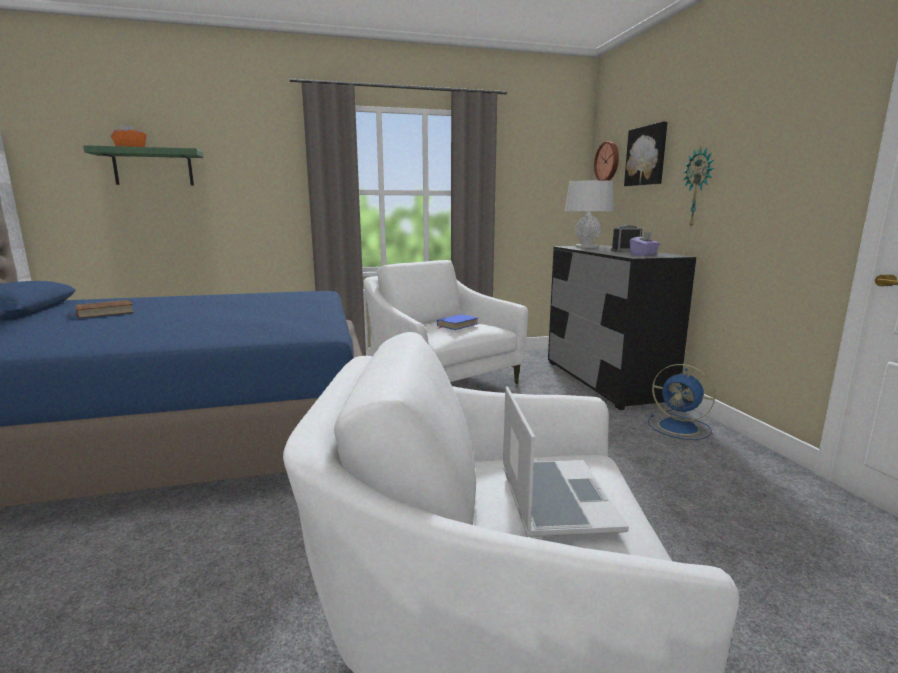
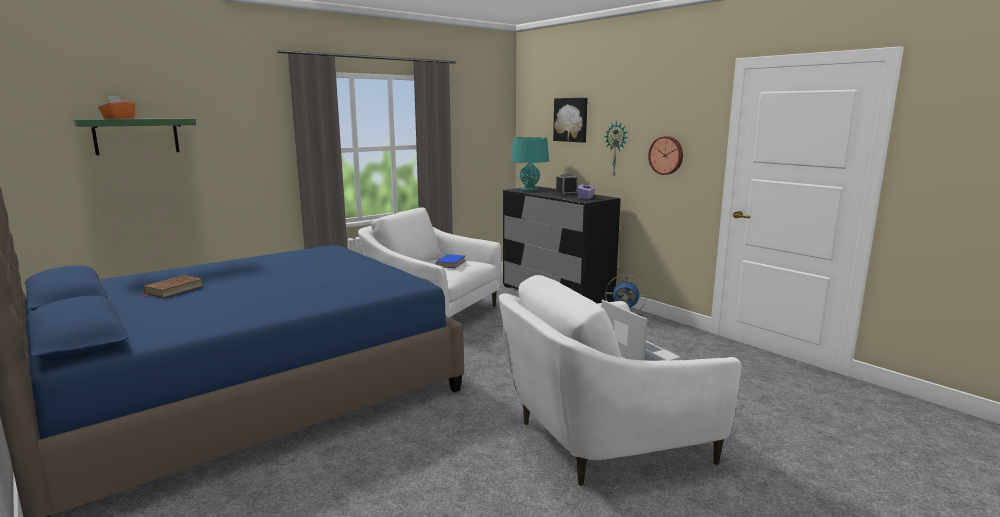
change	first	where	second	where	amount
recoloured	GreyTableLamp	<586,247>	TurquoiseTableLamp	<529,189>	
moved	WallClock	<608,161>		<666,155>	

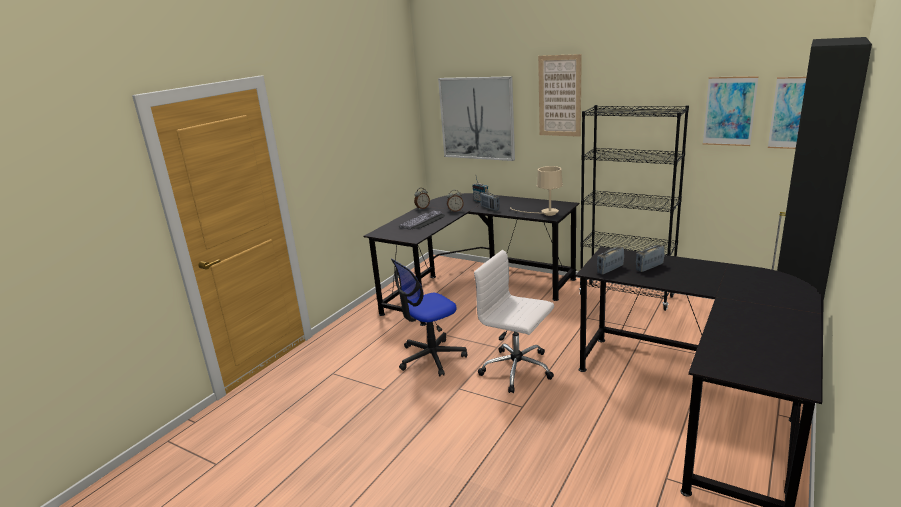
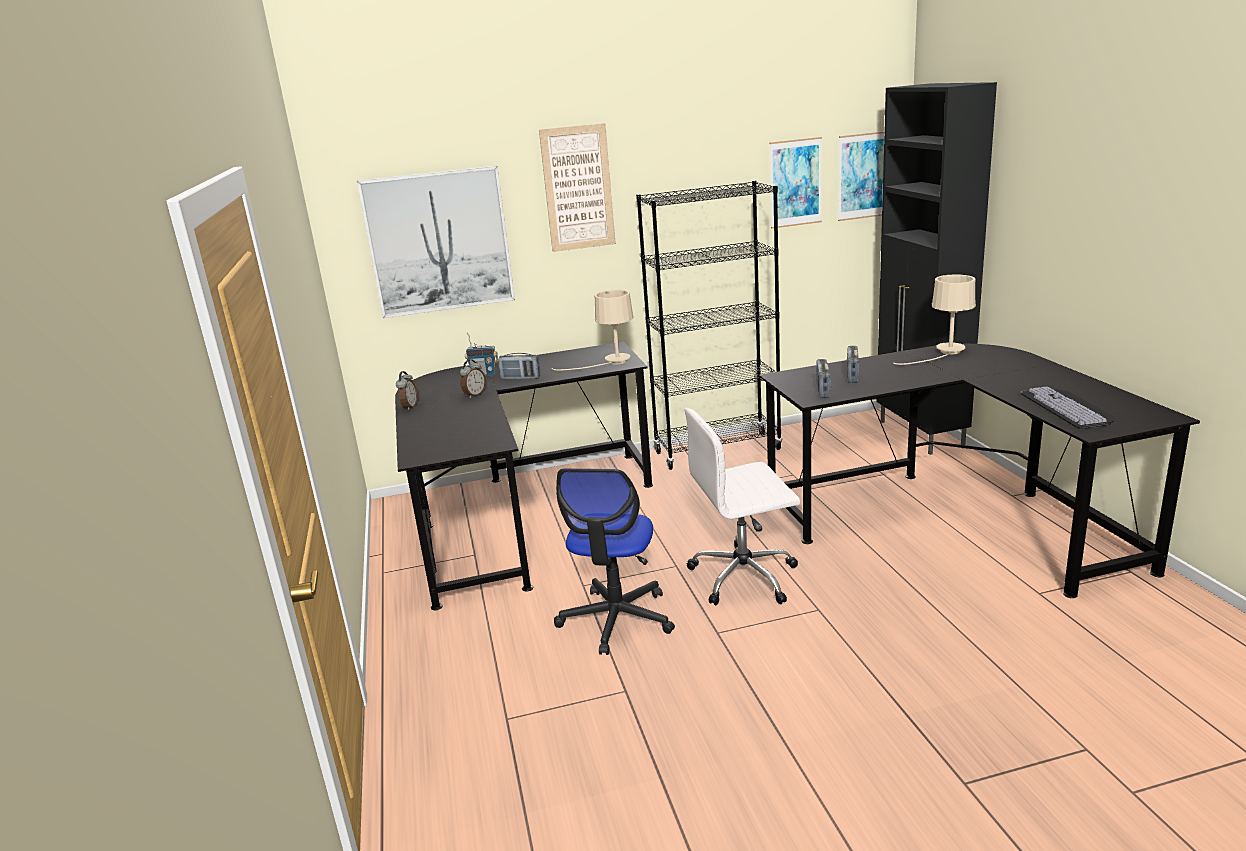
change	first	where	second	where	amount
added			BeigeTableLamp	<945,353>	
moved	Keyboard	<424,221>		<1070,408>	

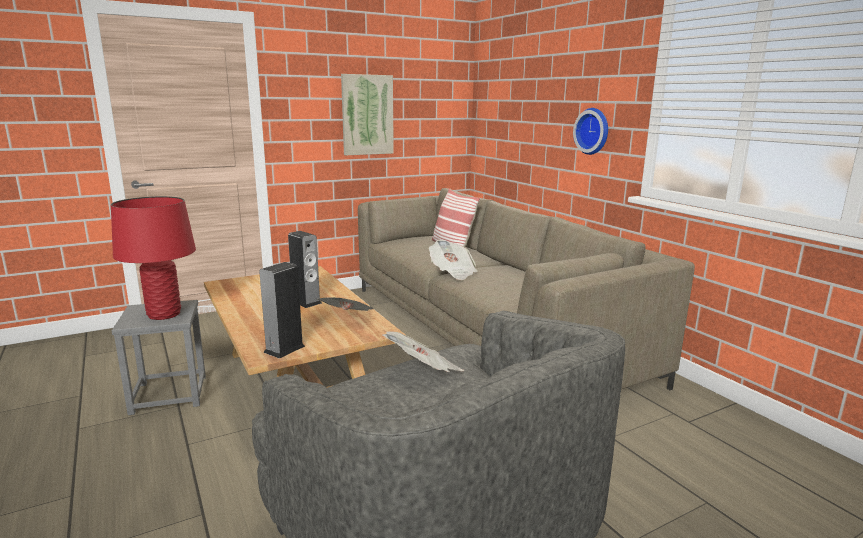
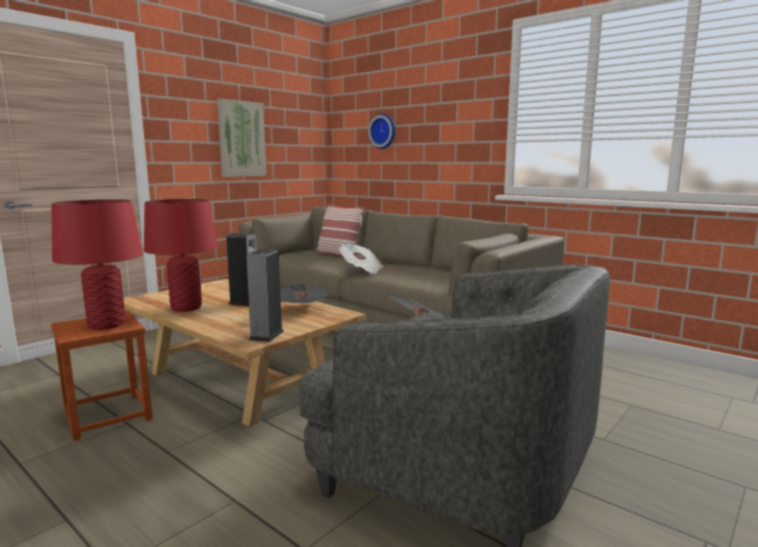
change	first	where	second	where	amount
recoloured	GreyStool	<169,395>	BrownStool	<108,416>	
added			RedTableLamp	<186,308>	
moved	WallClock	<593,131>		<383,131>	

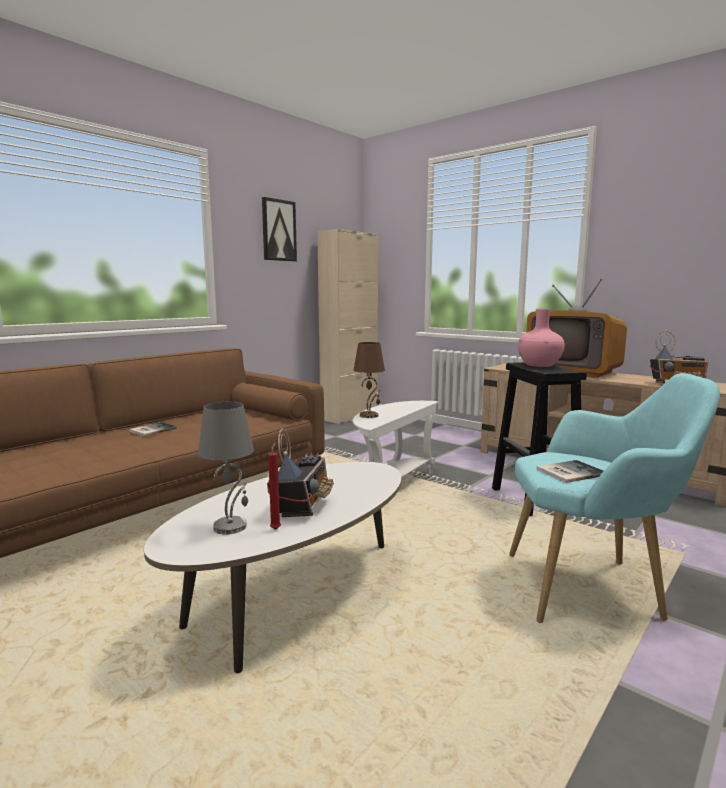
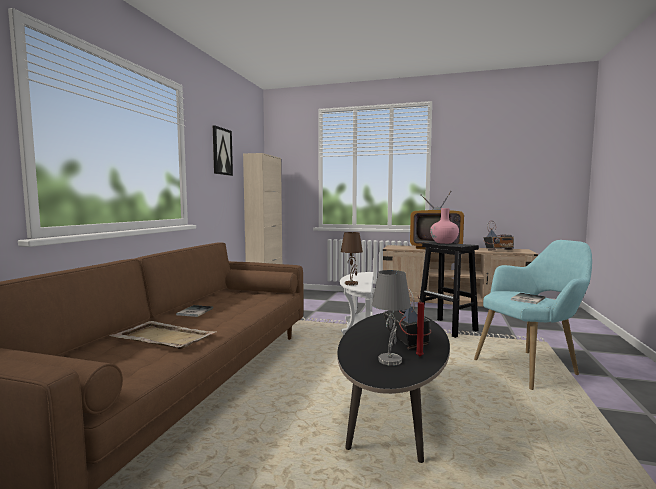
change	first	where	second	where	amount
added			BeigeTray	<163,337>	
recoloured	WhiteCoffeeTable	<295,598>	BlackCoffeeTable	<393,411>	

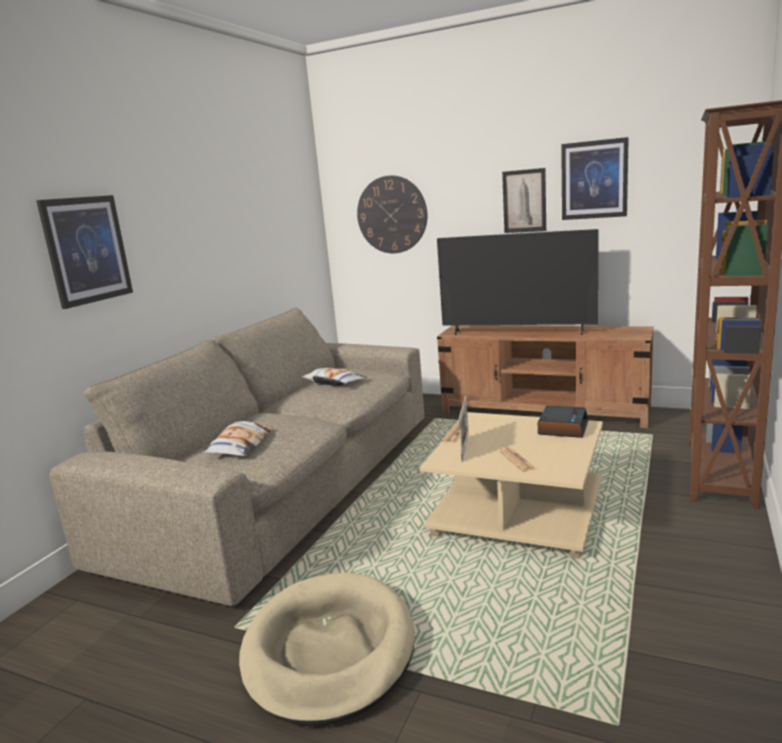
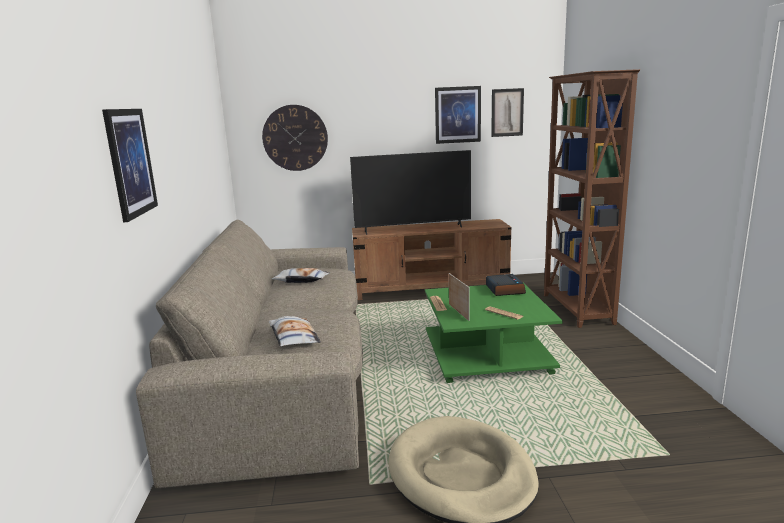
change	first	where	second	where	amount
recoloured	BeigeCoffeeTable	<517,511>	GreenCoffeeTable	<485,354>	
moved	Picture	<524,201>		<507,112>	

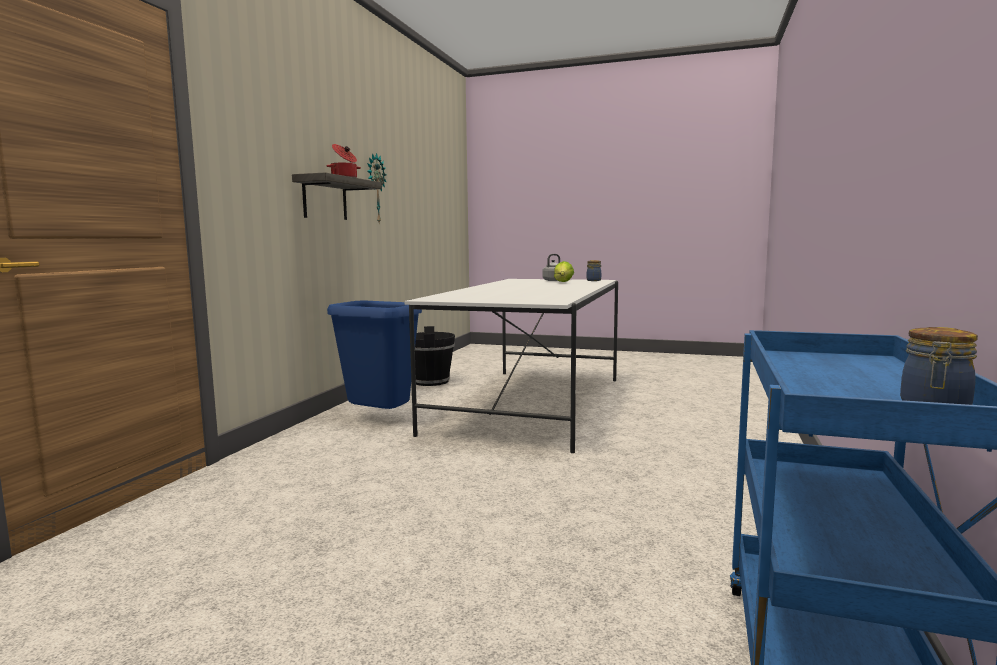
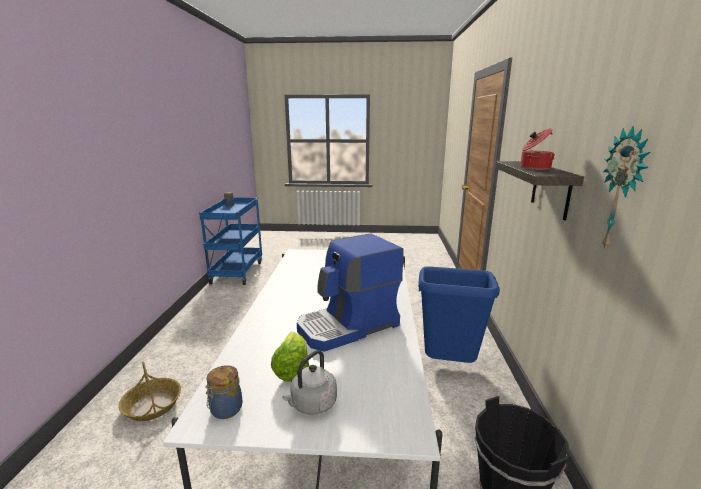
change	first	where	second	where	amount
added			Basket	<152,405>	
added			CoffeeMachine	<348,327>	

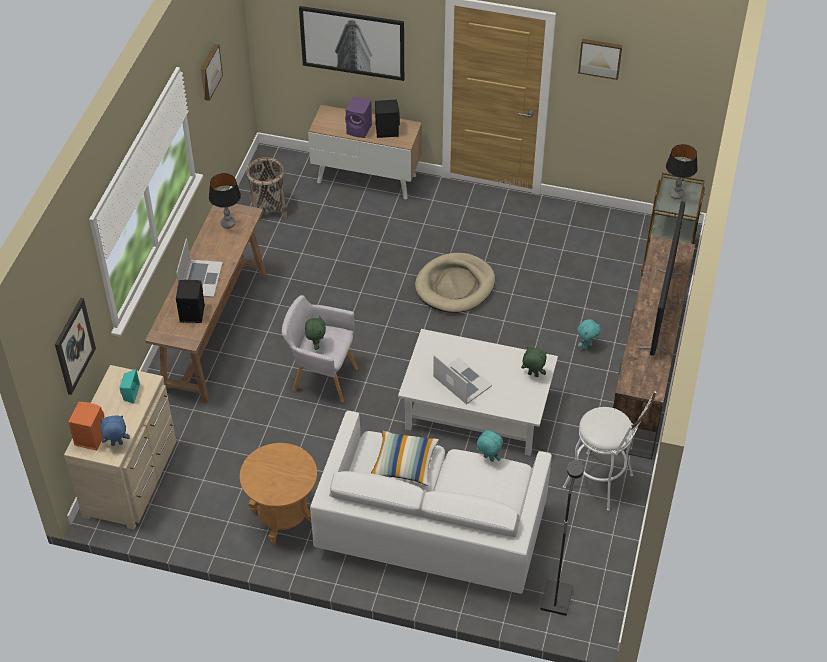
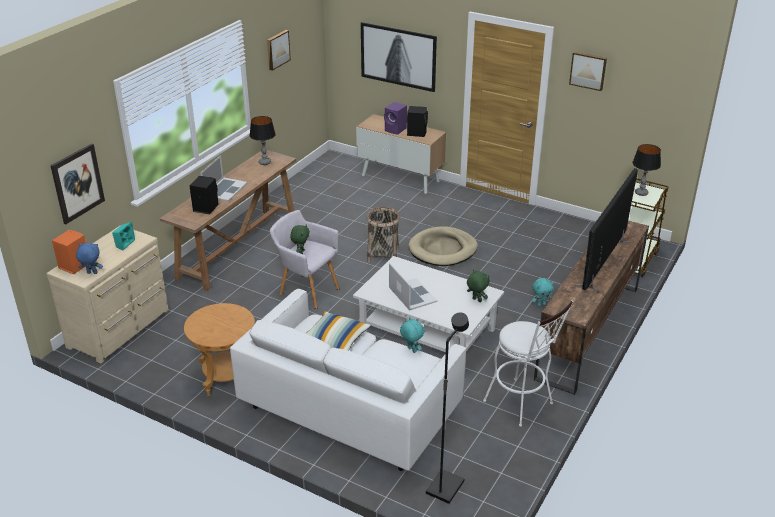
change	first	where	second	where	amount
moved	Basket	<269,207>		<383,255>	

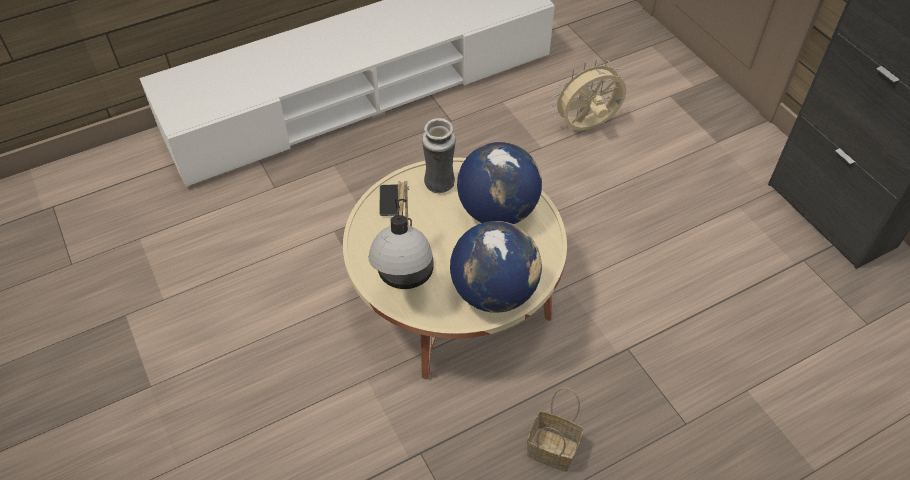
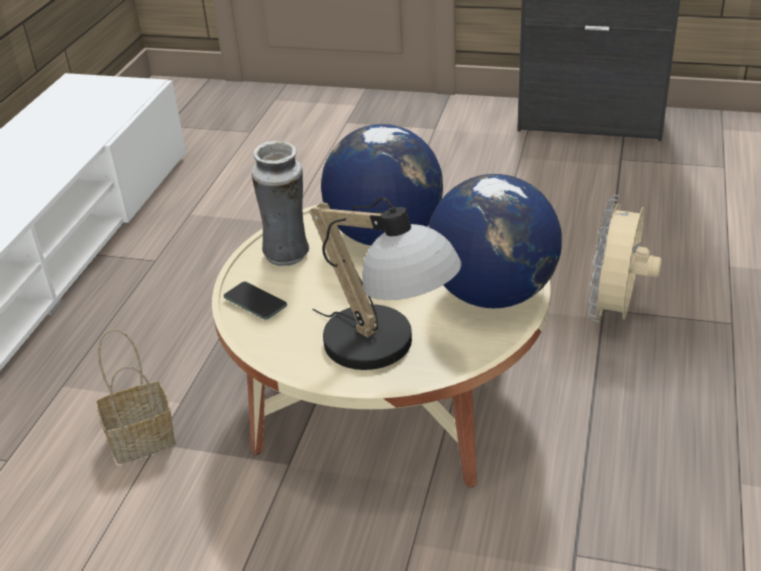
change	first	where	second	where	amount
moved	Basket	<554,449>		<144,438>	
moved	BeigeFan	<586,127>		<616,312>	

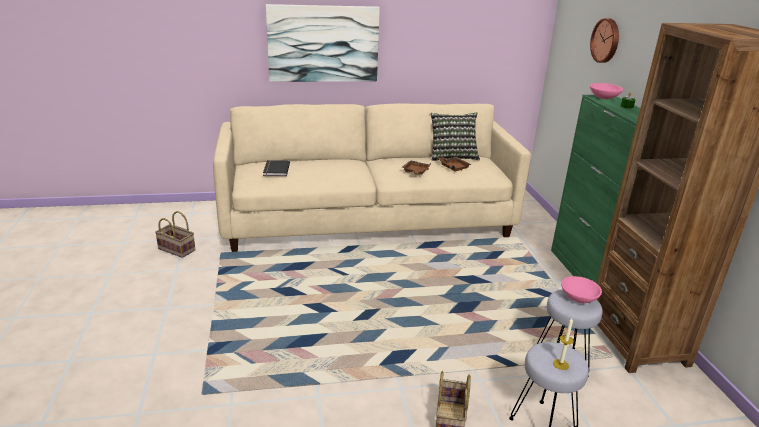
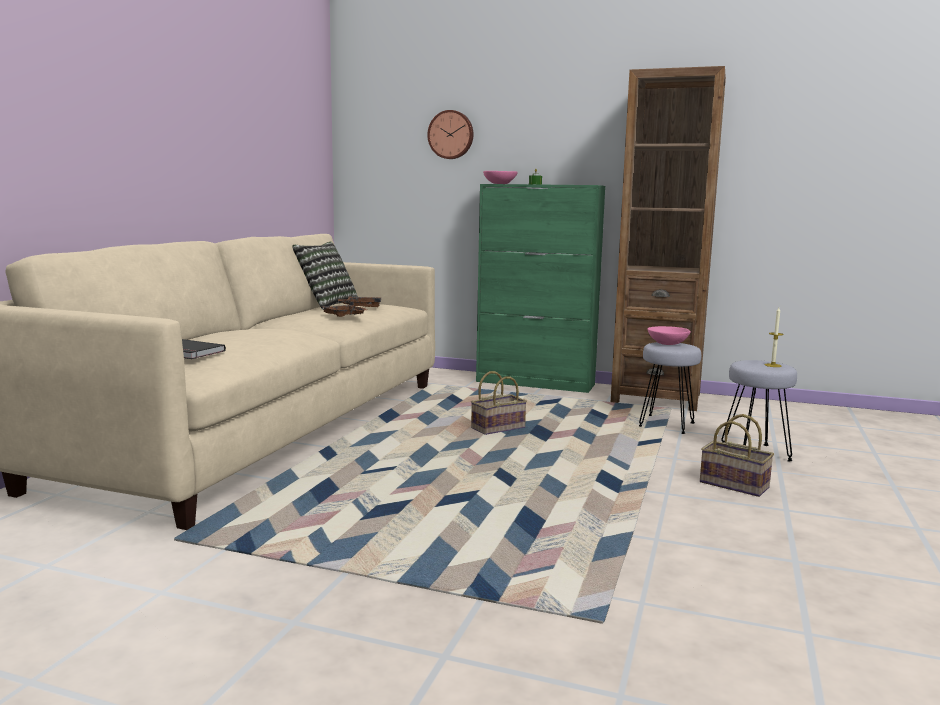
change	first	where	second	where	amount
moved	Basket	<178,249>		<498,428>	
removed	Picture	<323,44>			

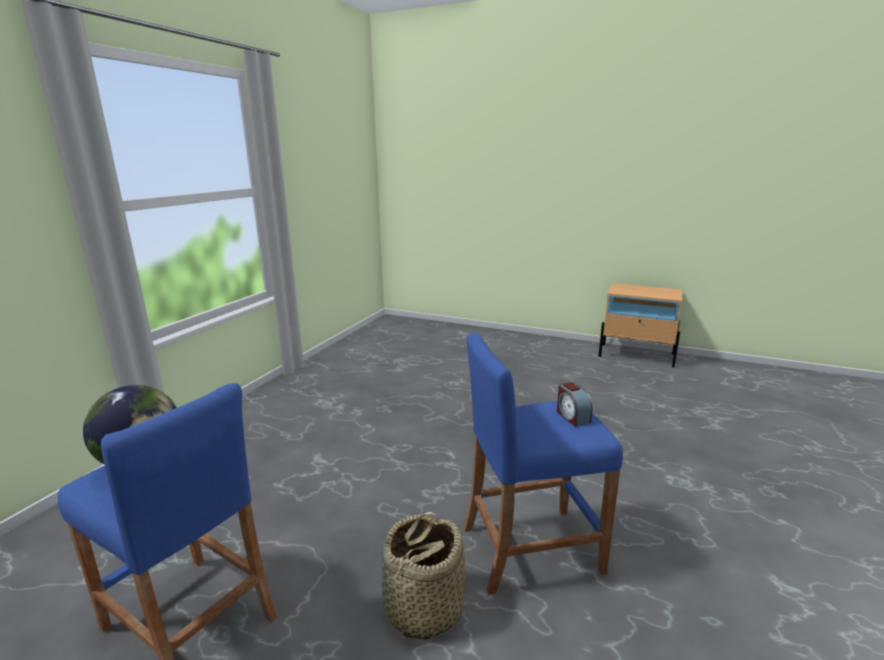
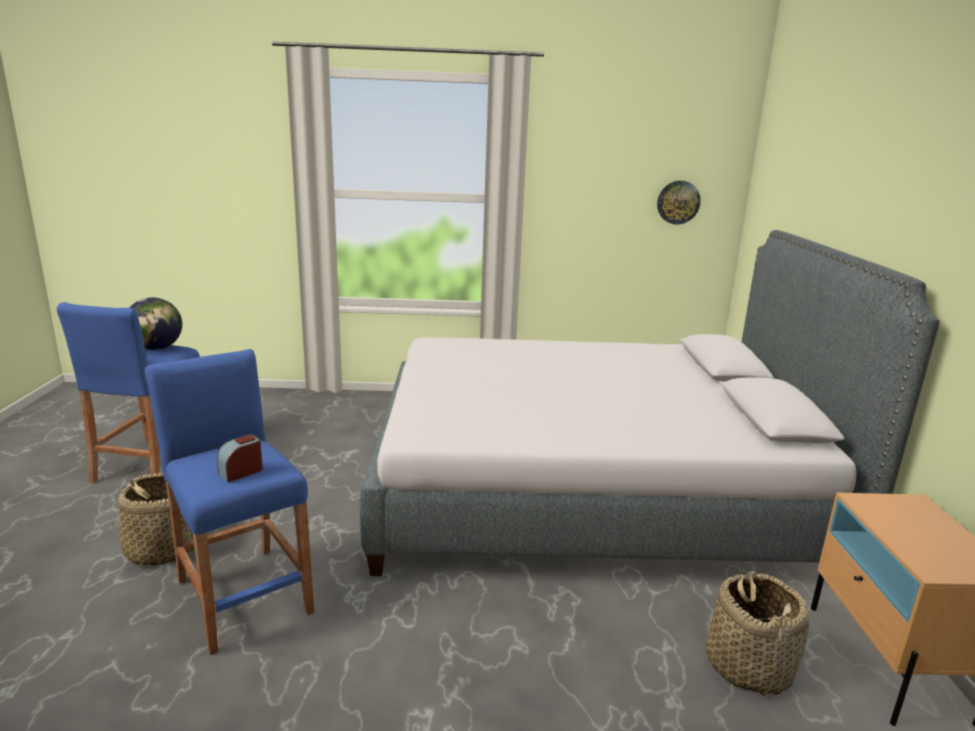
change	first	where	second	where	amount
added			GreyBed	<590,491>	
added			WallClock	<678,202>	
added			Basket	<748,665>	

